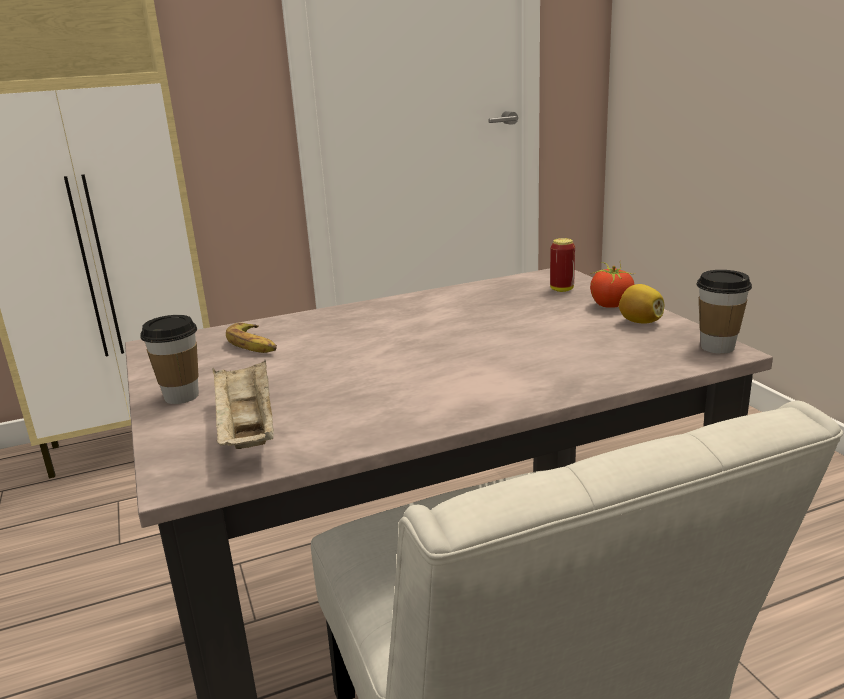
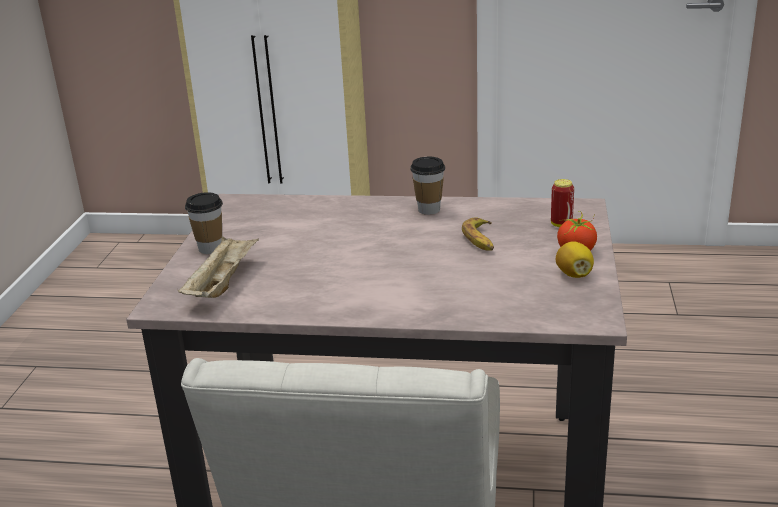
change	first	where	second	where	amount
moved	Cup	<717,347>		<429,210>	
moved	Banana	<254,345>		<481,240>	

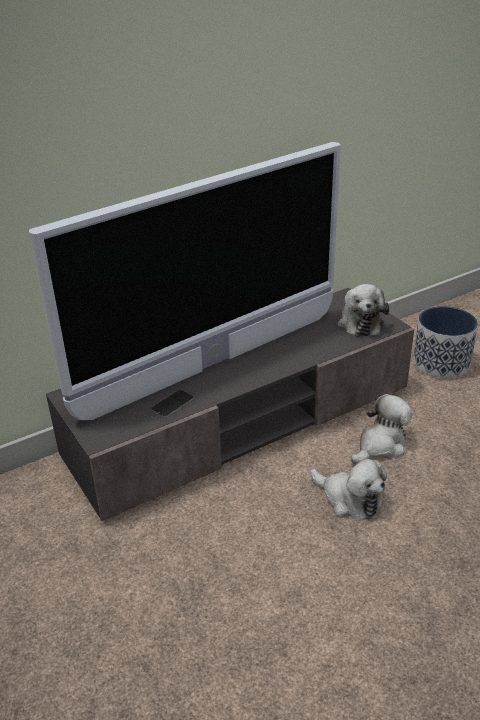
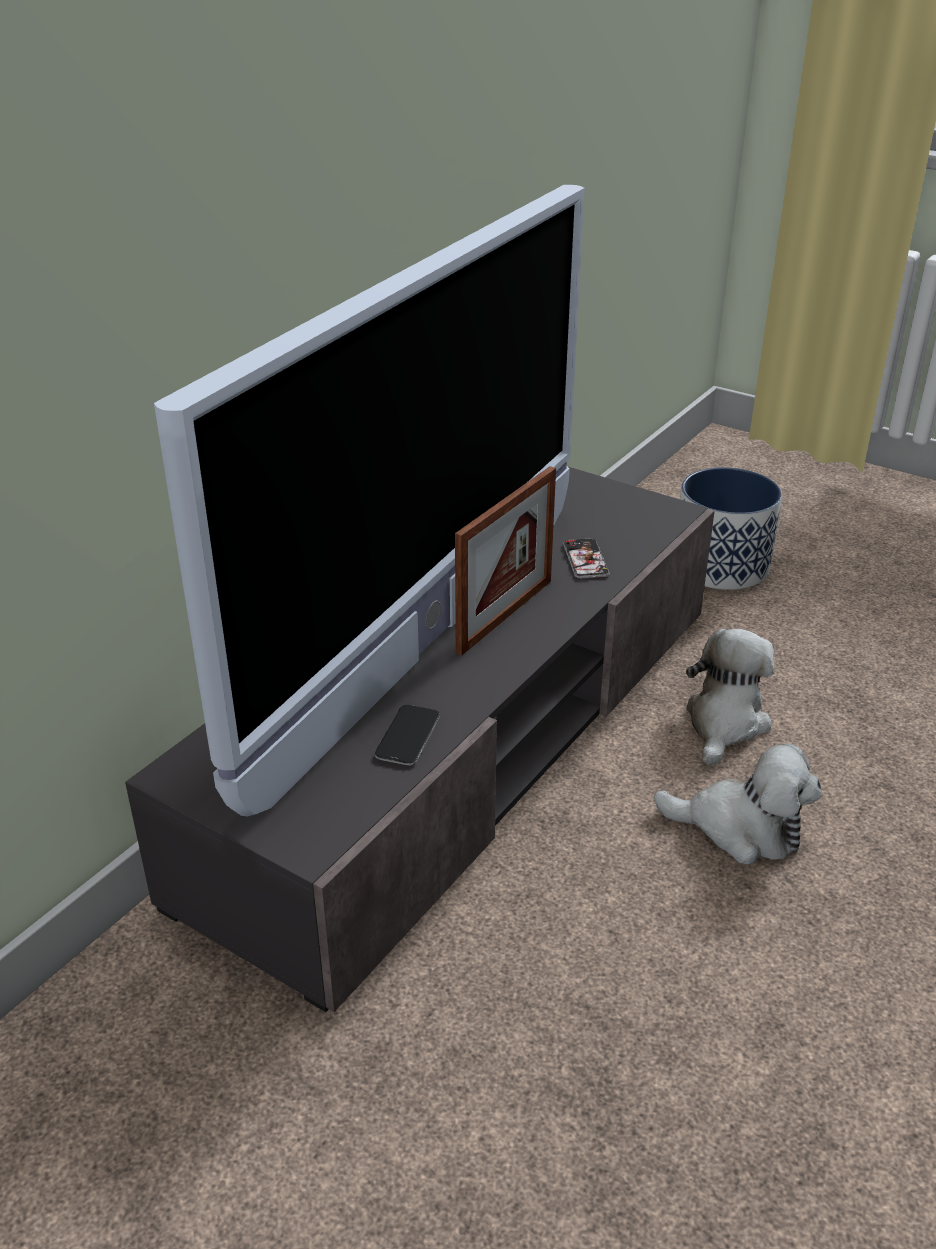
change	first	where	second	where	amount
added			PictureFrame	<505,615>	
added			Phone	<585,559>	
removed	PlushToy	<360,322>			

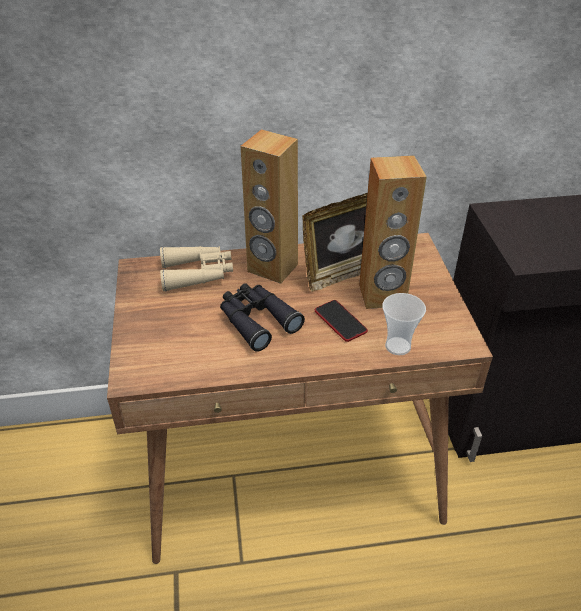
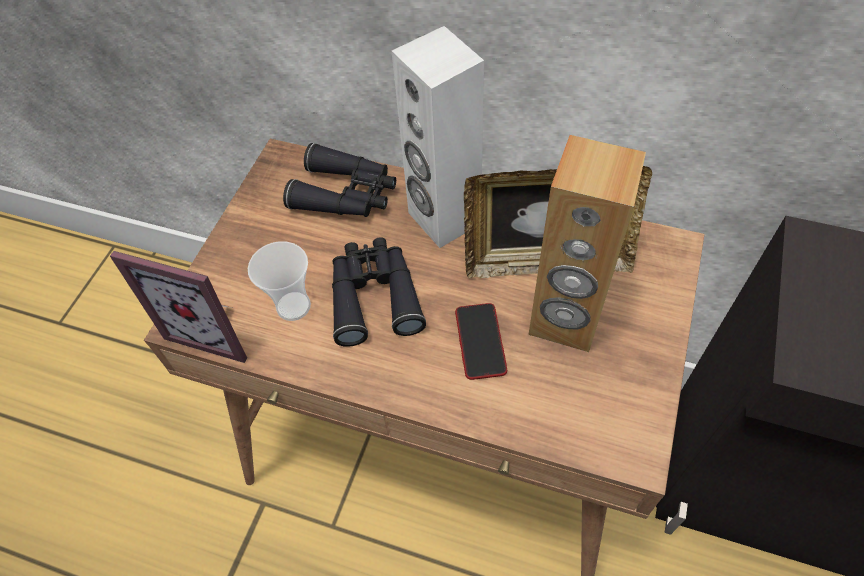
change	first	where	second	where	amount
added			PictureFrame	<216,328>	
moved	Cup	<398,346>		<293,306>	
recoloured	BeigeBinoculars	<198,274>	BlackBinoculars	<346,194>	
recoloured	BrownSpeaker	<272,268>	WhiteSpeaker	<443,219>	

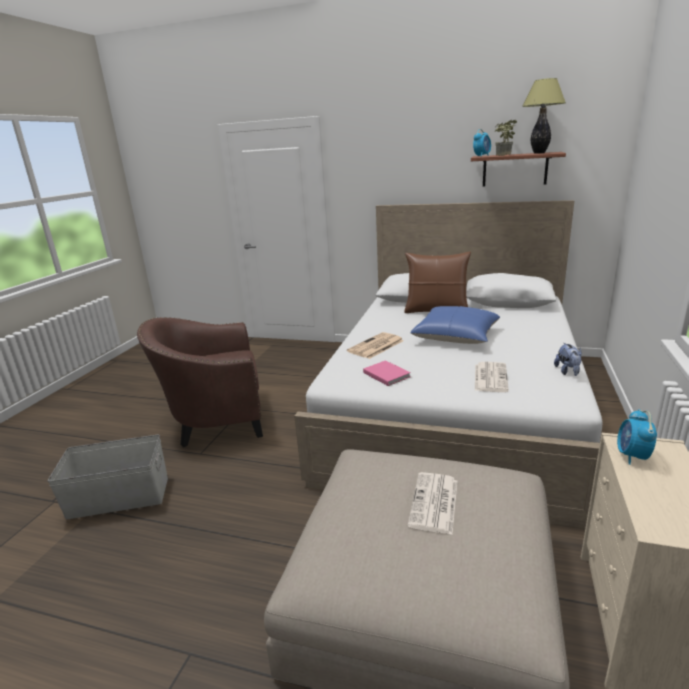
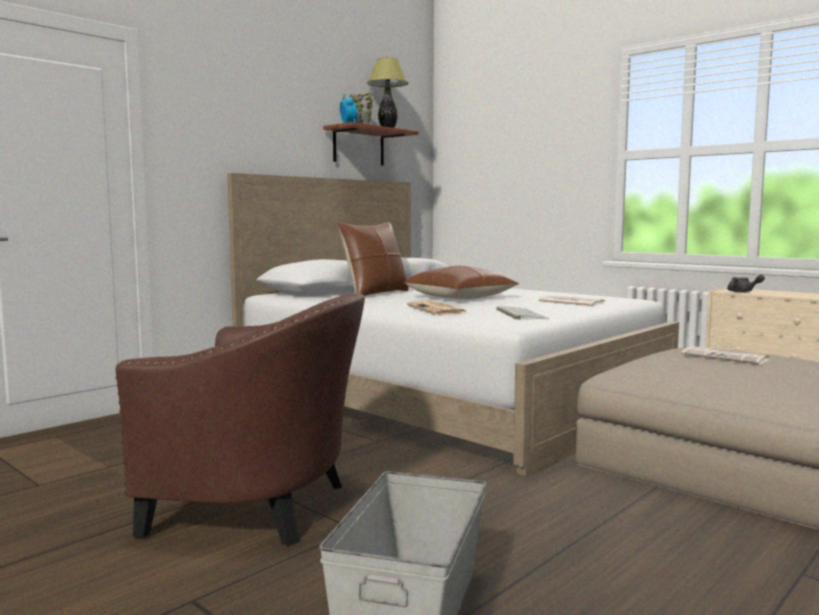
change	first	where	second	where	amount
turned	BrownArmchair	<215,421>		<261,507>	90 degrees counterclockwise
recoloured	BluePillow	<456,336>	BrownPillow	<461,297>	
replaced	PinkBook	<386,374>	Keyboard	<519,314>	
replaced	AlarmClock	<632,456>	GreyTeapot	<743,292>	
removed	PlushToy	<568,372>			

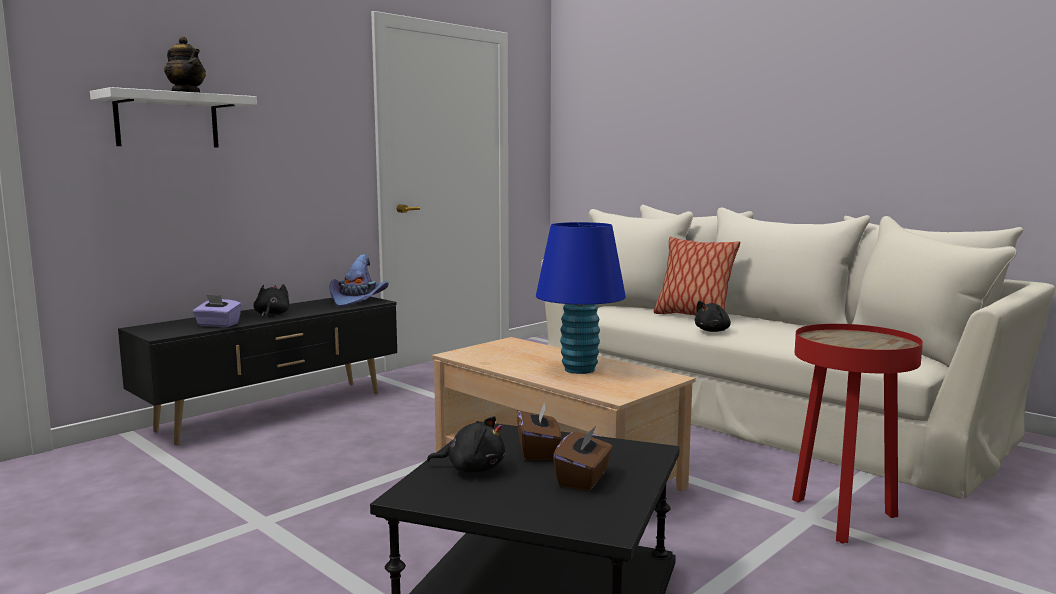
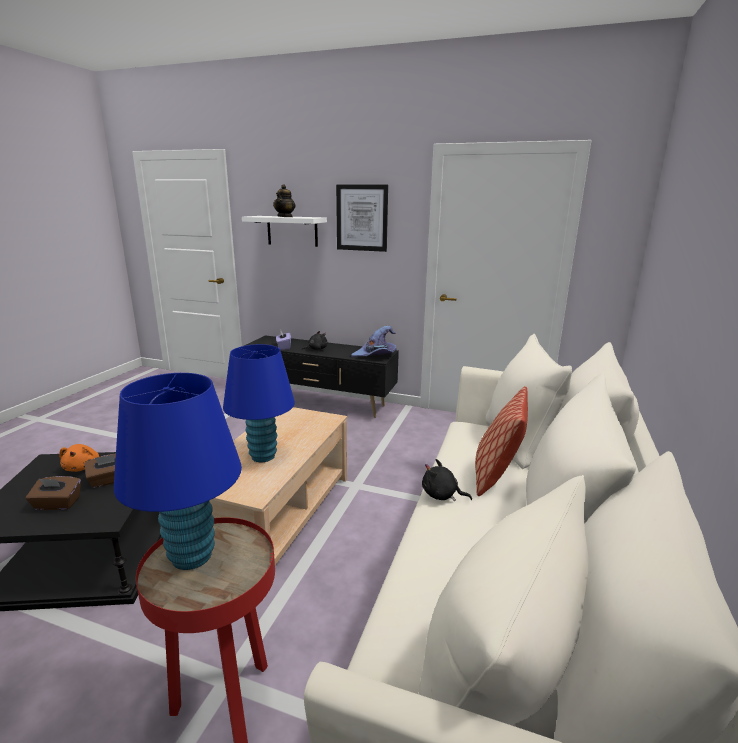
change	first	where	second	where	amount
recoloured	BlackPlushToy	<472,468>	OrangePlushToy	<82,467>	
added			BlueTableLamp	<191,556>	
added			Picture	<362,218>	

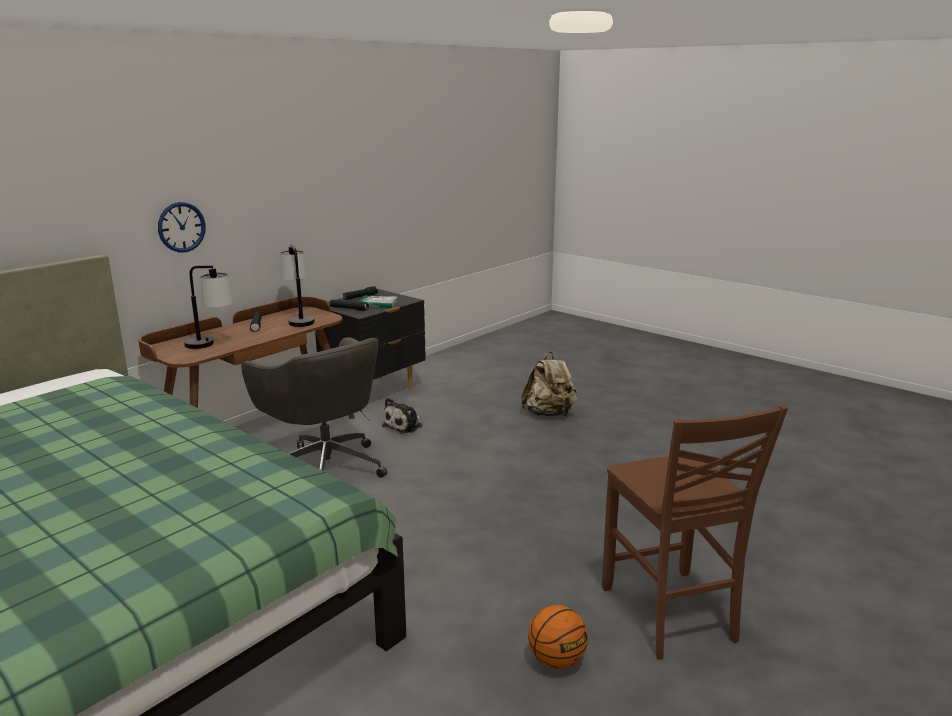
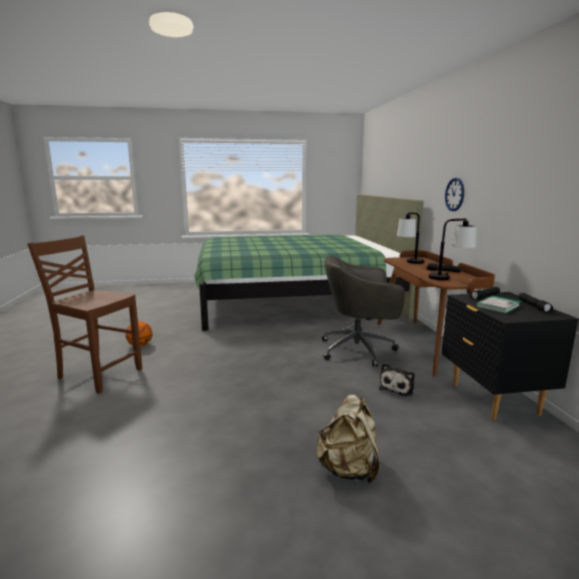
change	first	where	second	where	amount
turned	PlushToy	<404,426>		<398,388>	135 degrees counterclockwise

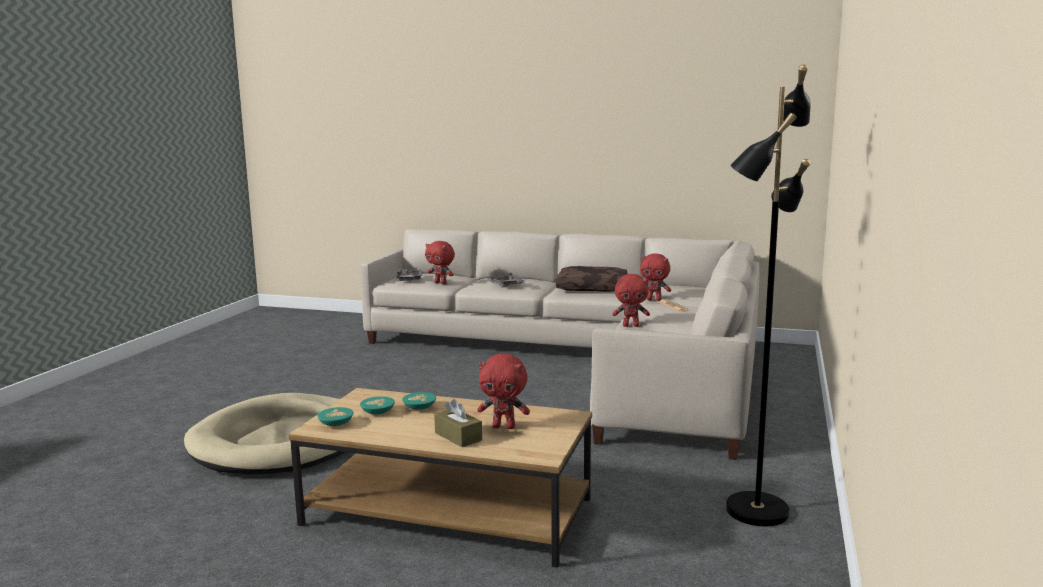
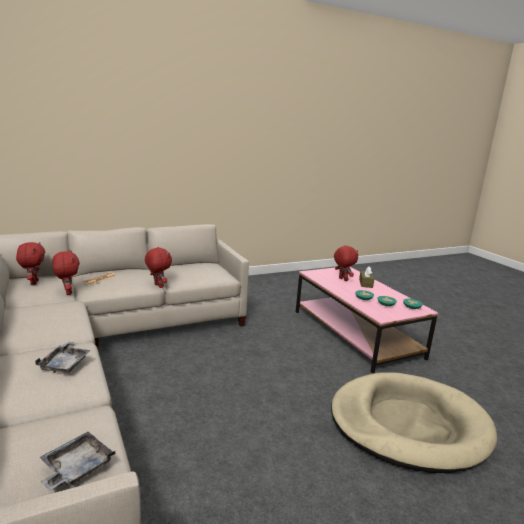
change	first	where	second	where	amount
moved	RedPlushToy	<441,283>		<33,282>	
recoloured	BrownCoffeeTable	<448,511>	PinkCoffeeTable	<355,333>	
removed	BrownPillow	<592,288>			
removed	BlackFloorLamp	<755,510>			

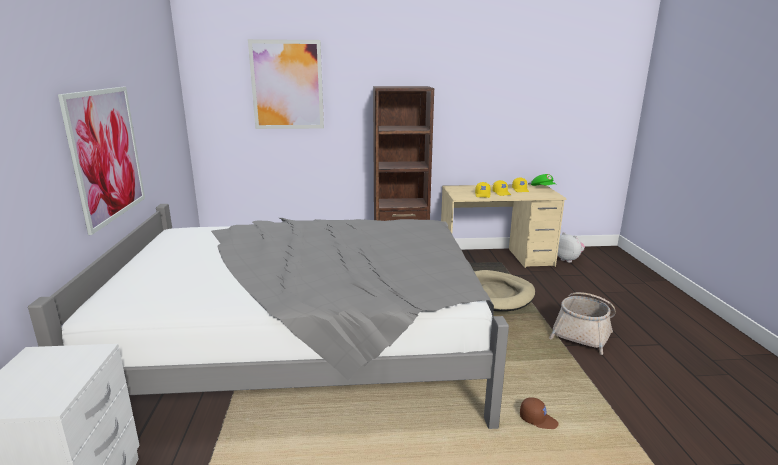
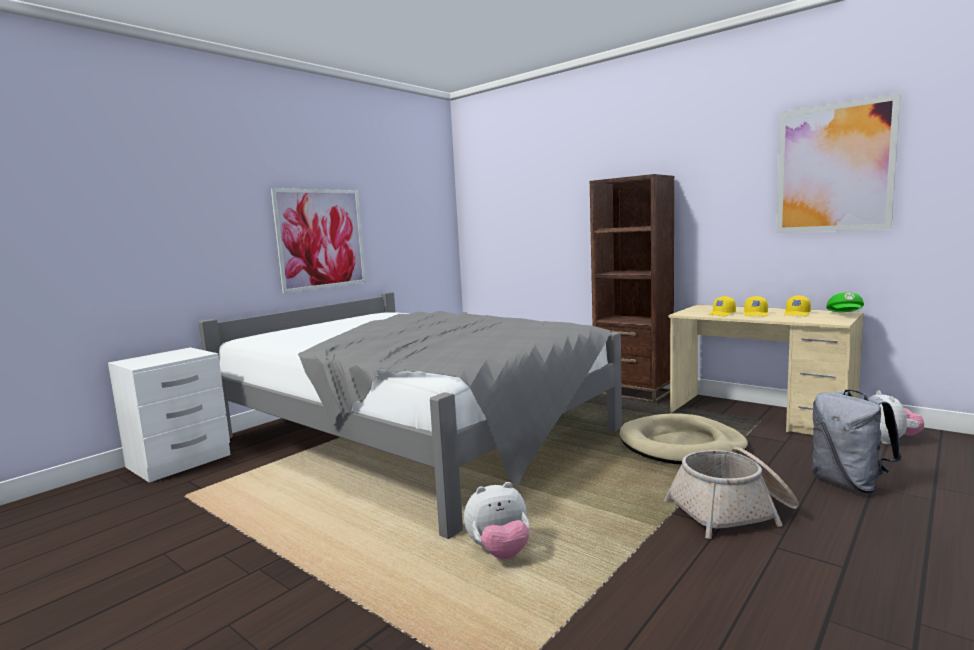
change	first	where	second	where	amount
replaced	BrownCap	<538,419>	PlushToy	<499,552>	
moved	Picture	<287,85>		<834,168>	
added			GreyBackpack	<849,483>	

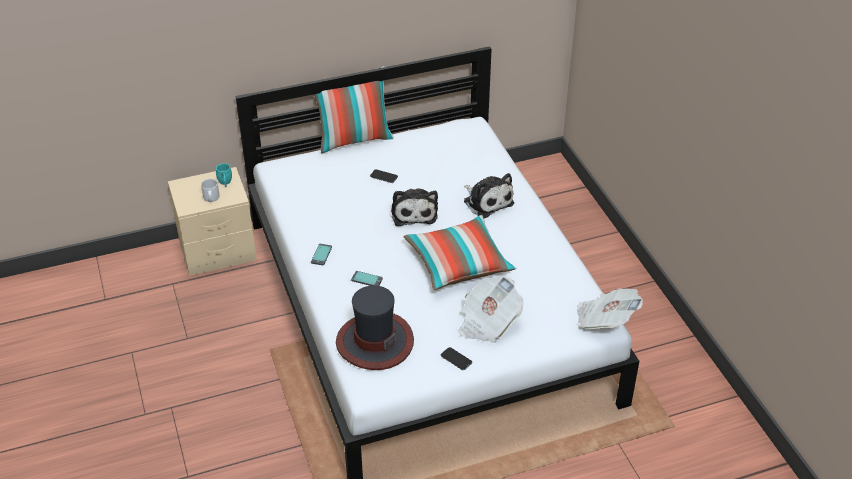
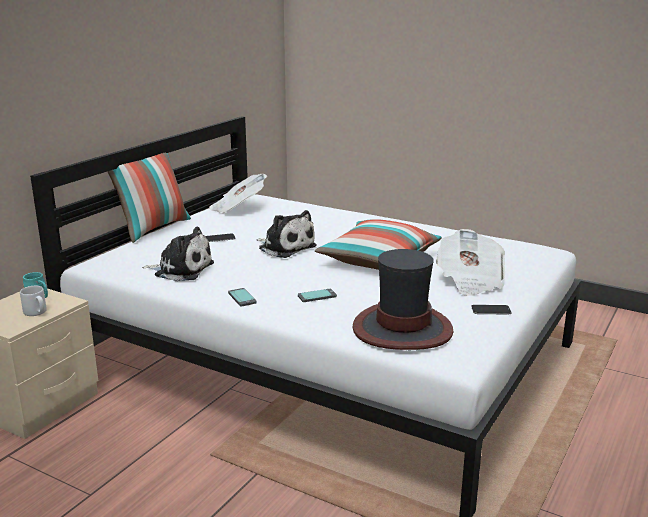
change	first	where	second	where	amount
moved	PlushToy	<487,201>		<181,269>	
moved	Newspaper	<605,320>		<238,208>	

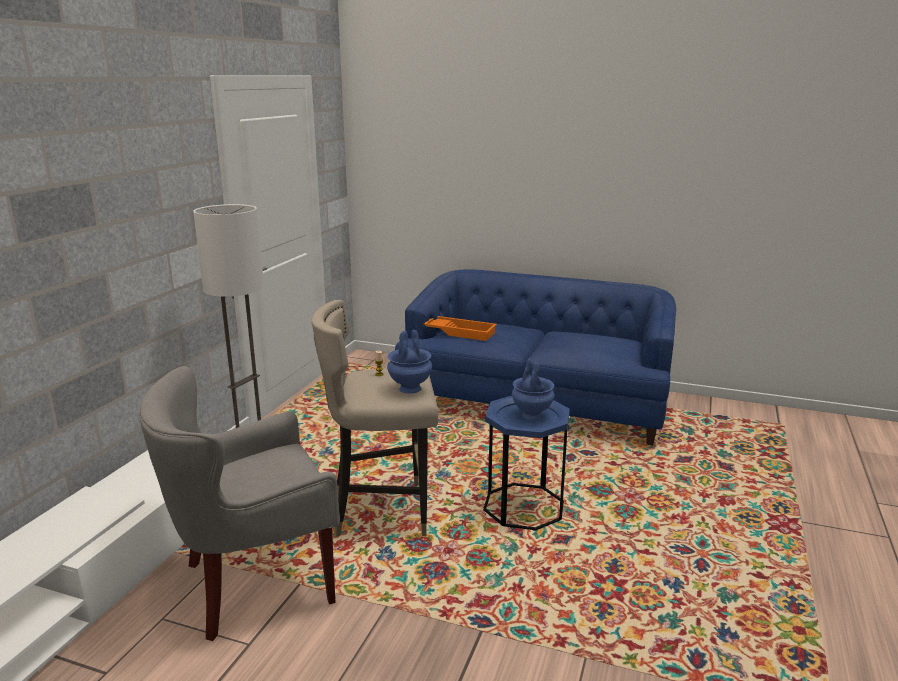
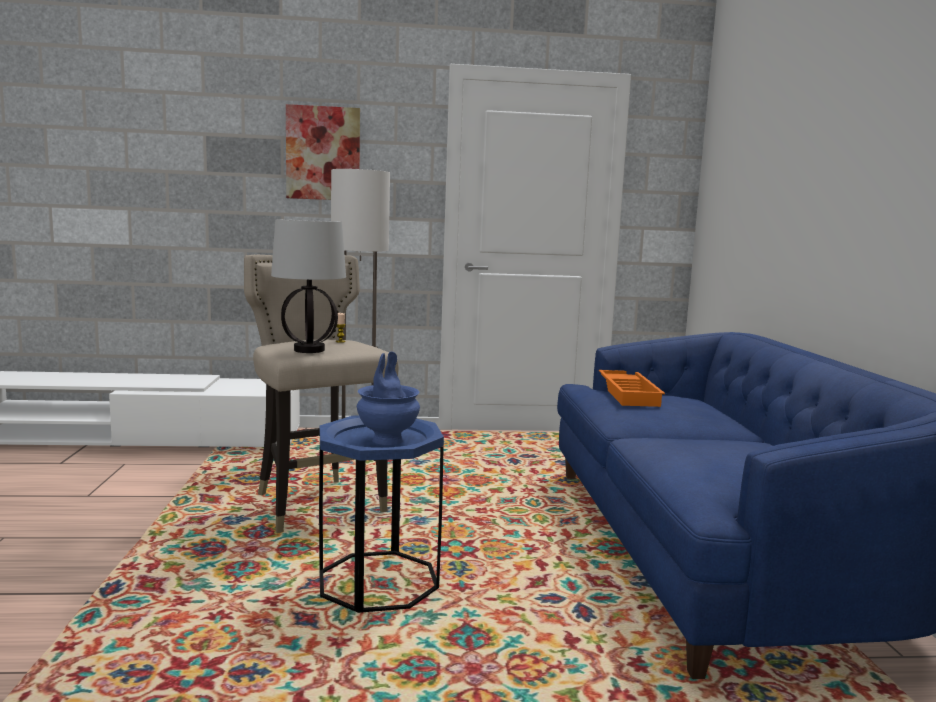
change	first	where	second	where	amount
replaced	BlueVase	<409,389>	TableLamp	<308,350>	
added			Picture	<323,153>	
removed	GreyArmchair	<254,583>			

